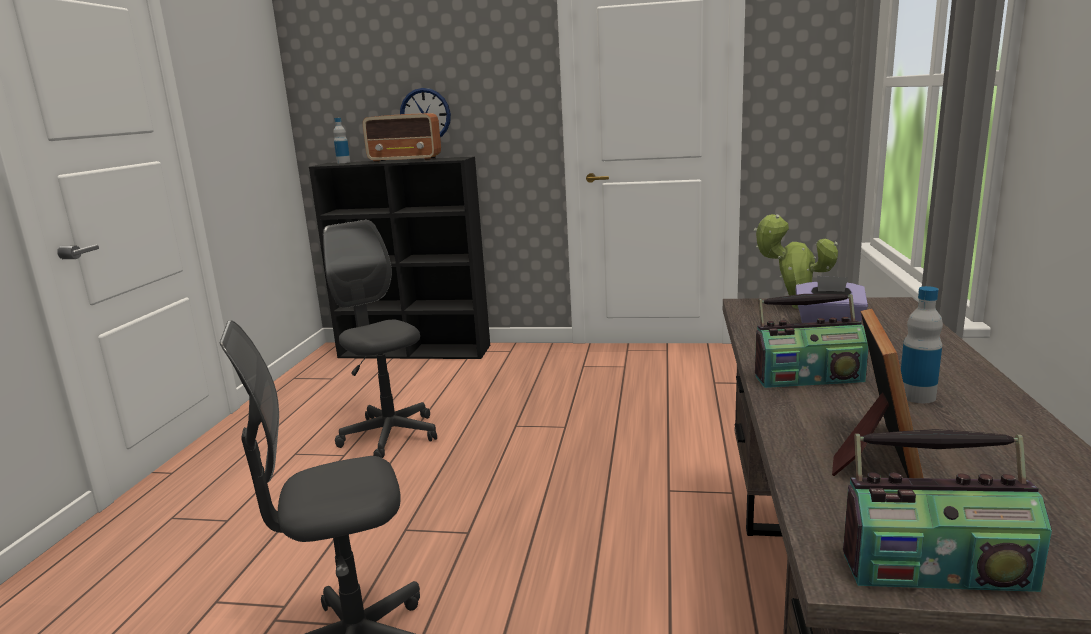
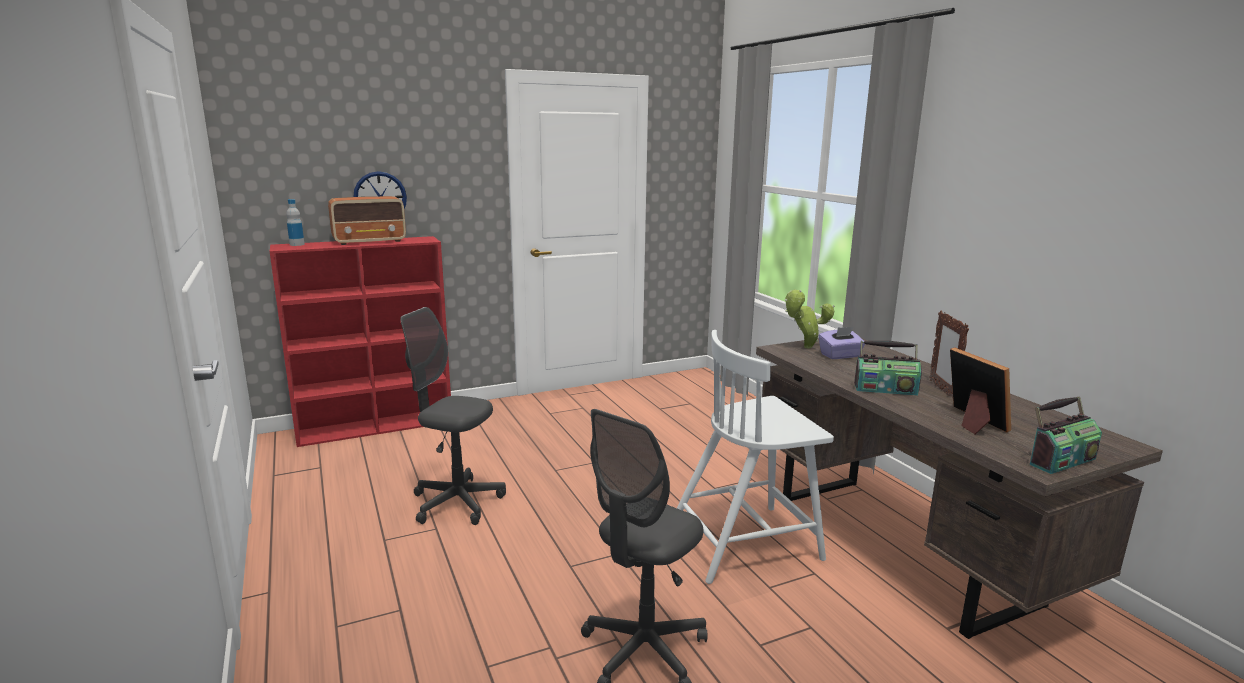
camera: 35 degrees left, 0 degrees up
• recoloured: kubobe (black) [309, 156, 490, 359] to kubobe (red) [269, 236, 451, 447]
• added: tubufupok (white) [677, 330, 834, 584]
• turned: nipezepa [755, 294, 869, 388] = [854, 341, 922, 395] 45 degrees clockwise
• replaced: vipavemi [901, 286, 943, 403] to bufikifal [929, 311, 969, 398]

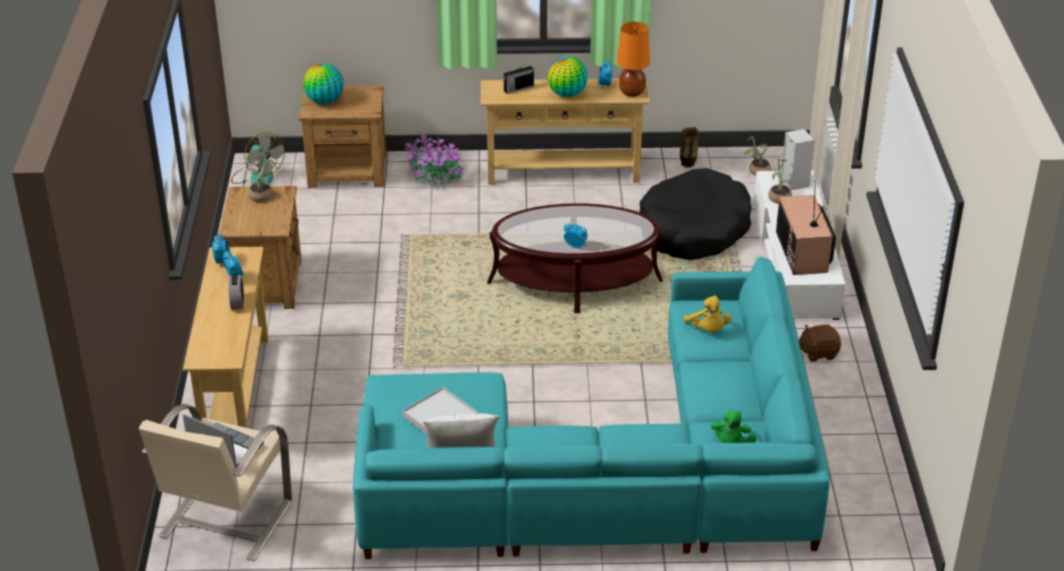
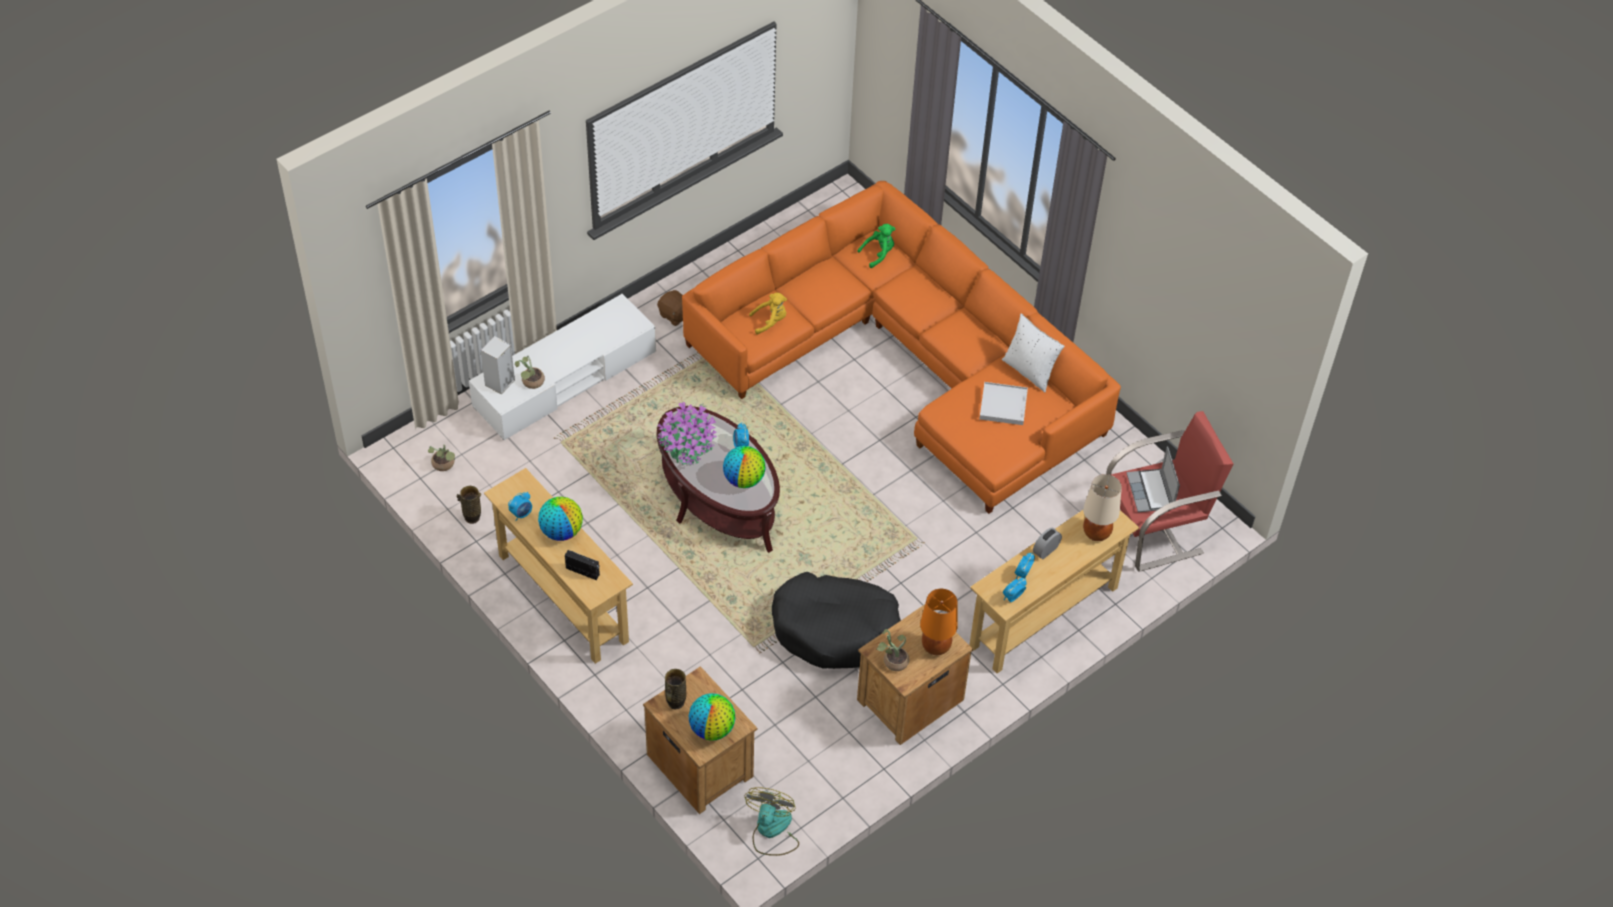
camera: 130 degrees left, 15 degrees up
• moved: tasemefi [403, 135, 465, 186] to [657, 402, 717, 465]
• added: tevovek [665, 669, 686, 709]
• recoloured: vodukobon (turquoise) [353, 257, 830, 559] to vodukobon (orange) [682, 181, 1121, 514]
• added: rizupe [723, 446, 766, 488]
• turned: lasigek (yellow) [684, 296, 731, 333] = [749, 293, 787, 334] 45 degrees clockwise
• moved: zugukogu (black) [640, 168, 751, 260] to [772, 572, 901, 669]
• moved: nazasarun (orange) [617, 22, 650, 97] to [920, 589, 958, 655]
• added: nazasarun (beige) [1083, 474, 1122, 541]
• recoloured: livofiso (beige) [139, 404, 292, 561] to livofiso (red) [1106, 411, 1234, 572]
• removed: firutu [776, 181, 836, 275]

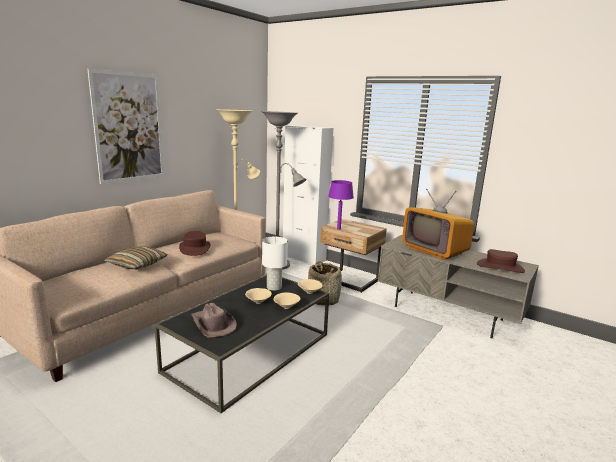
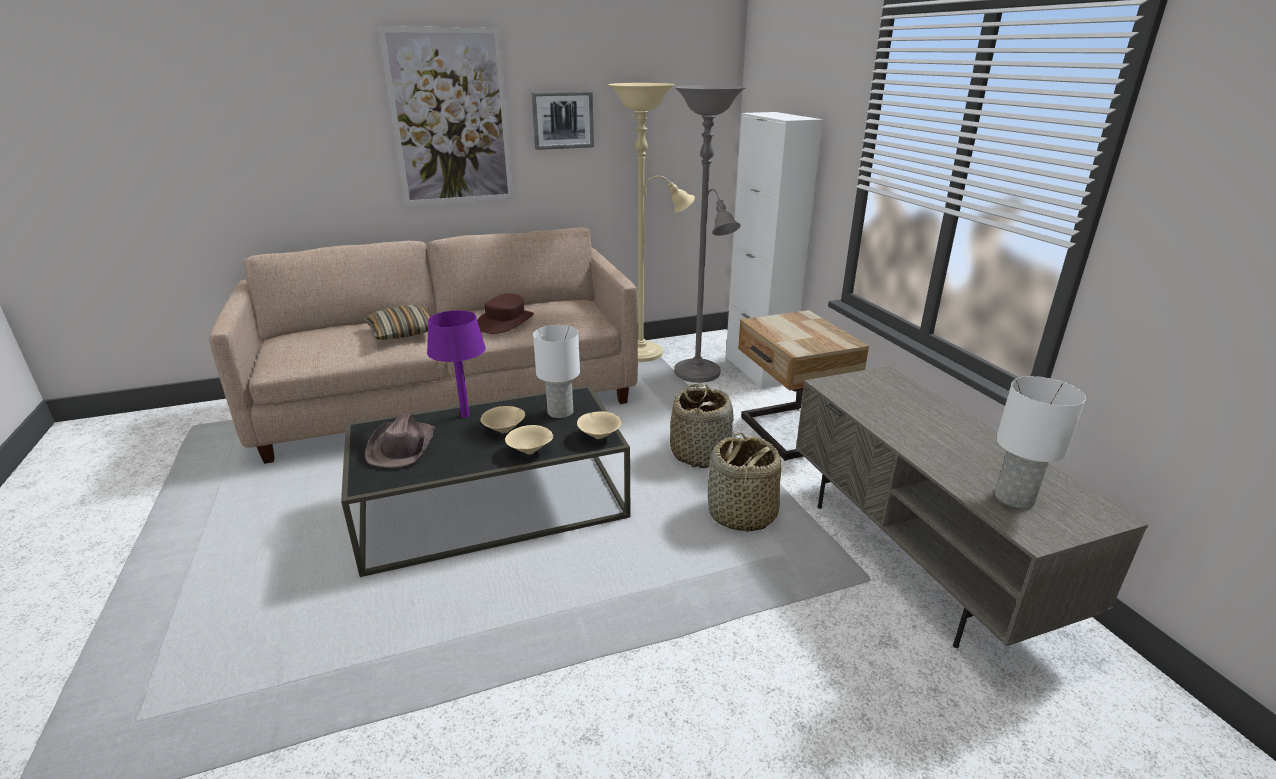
camera: 35 degrees right, 10 degrees up
• moved: nazasarun (purple) [328, 180, 354, 230] to [427, 310, 486, 418]
• added: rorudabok [531, 91, 594, 150]
• added: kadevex [708, 432, 781, 532]
• replaced: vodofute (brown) [477, 249, 525, 273] to nazasarun (white) [995, 376, 1086, 509]
• removed: firutu [402, 189, 474, 260]

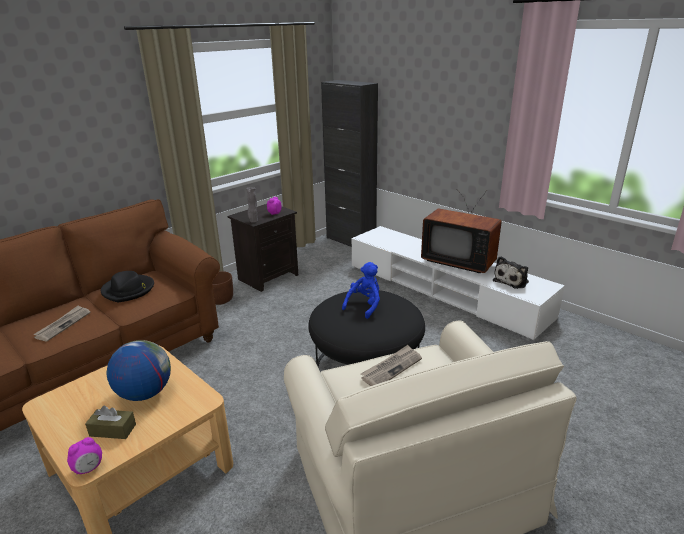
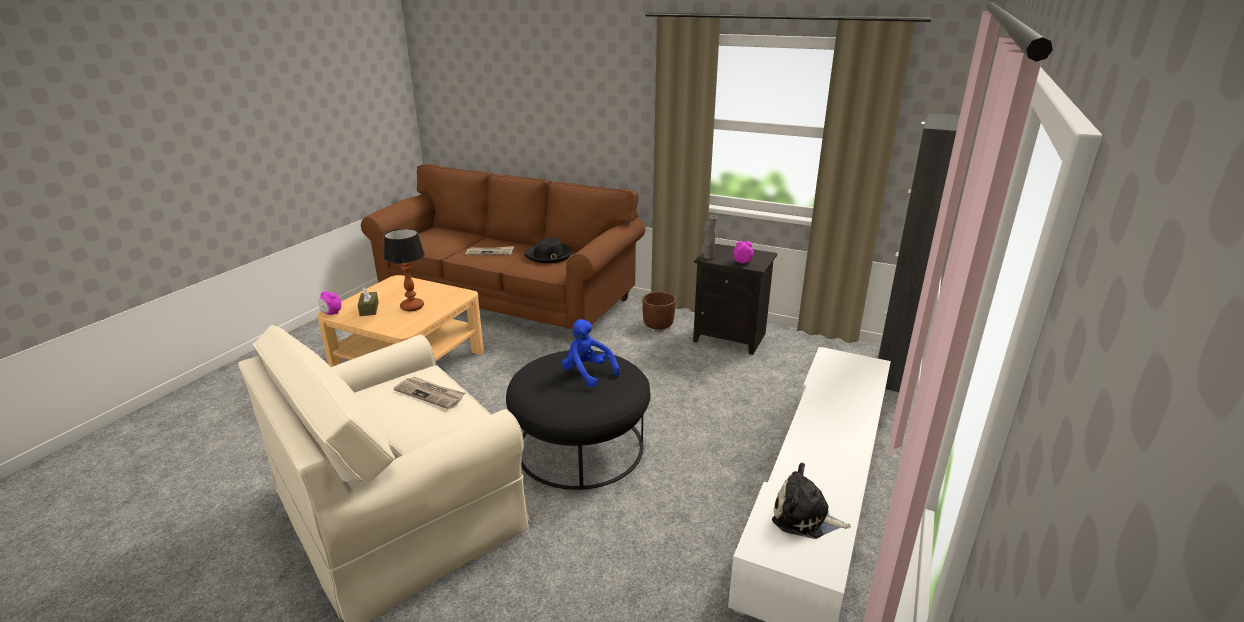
camera: 70 degrees right, 0 degrees up
• replaced: rizupe [107, 340, 171, 401] to nazasarun [384, 229, 425, 311]
• turned: lasigek (blue) [342, 262, 380, 319] = [562, 319, 620, 388] 150 degrees counterclockwise
• removed: firutu [421, 190, 502, 273]

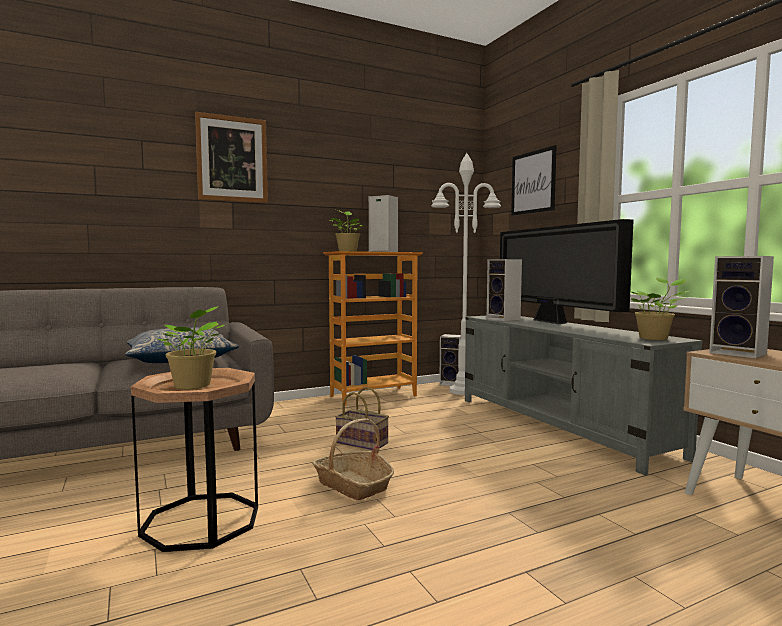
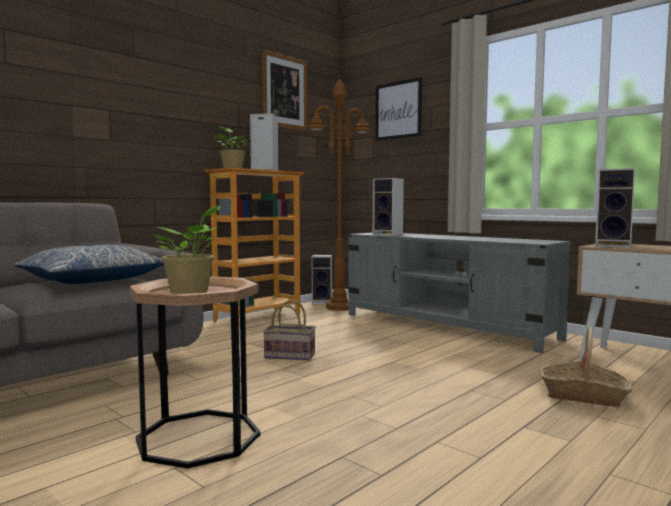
camera: 20 degrees left, 0 degrees up
• moved: rorudabok [195, 112, 268, 203] to [262, 50, 308, 131]
• recoloured: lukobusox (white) [431, 153, 501, 395] to lukobusox (brown) [307, 78, 371, 311]
• moved: kadevex [312, 419, 394, 500] to [540, 327, 632, 407]
• removed: firutu [500, 219, 634, 324]
• removed: tasemefi [631, 278, 689, 340]

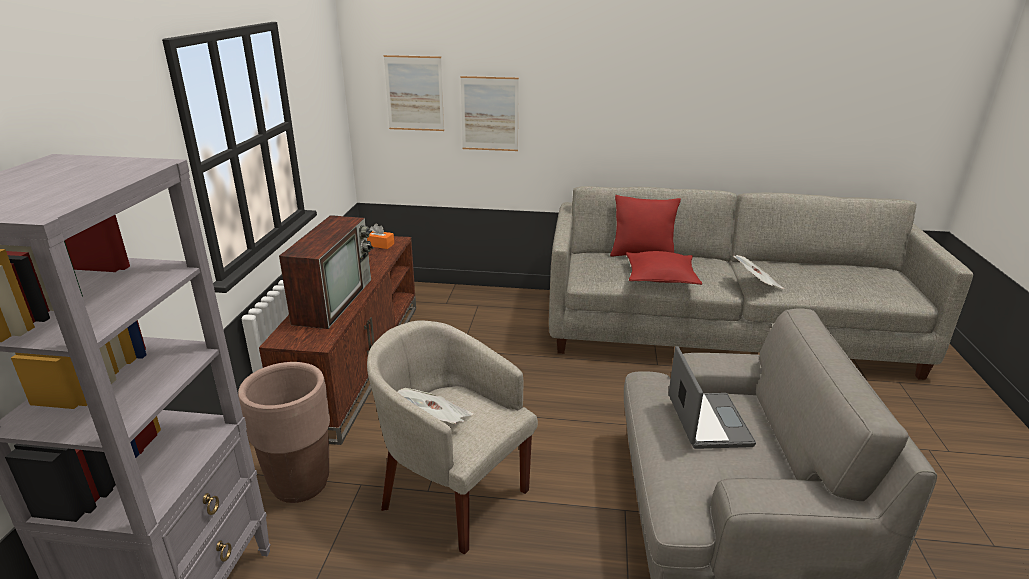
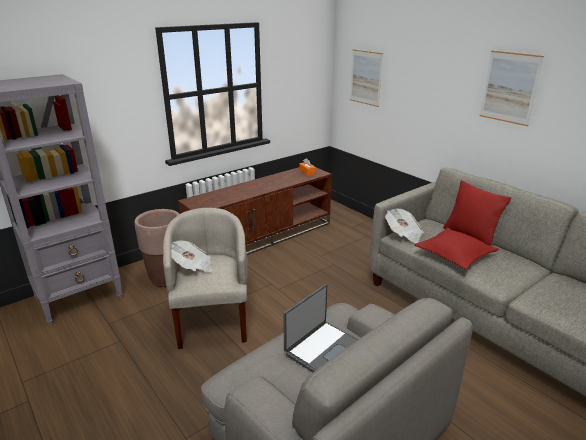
camera: 45 degrees right, 0 degrees up
• moved: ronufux [734, 255, 784, 289] to [385, 209, 423, 243]
• moved: rorudabok [460, 76, 519, 151] to [479, 50, 544, 126]
• removed: firutu [279, 215, 374, 329]

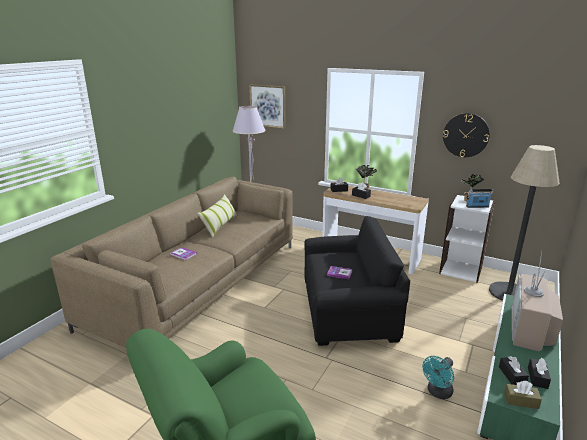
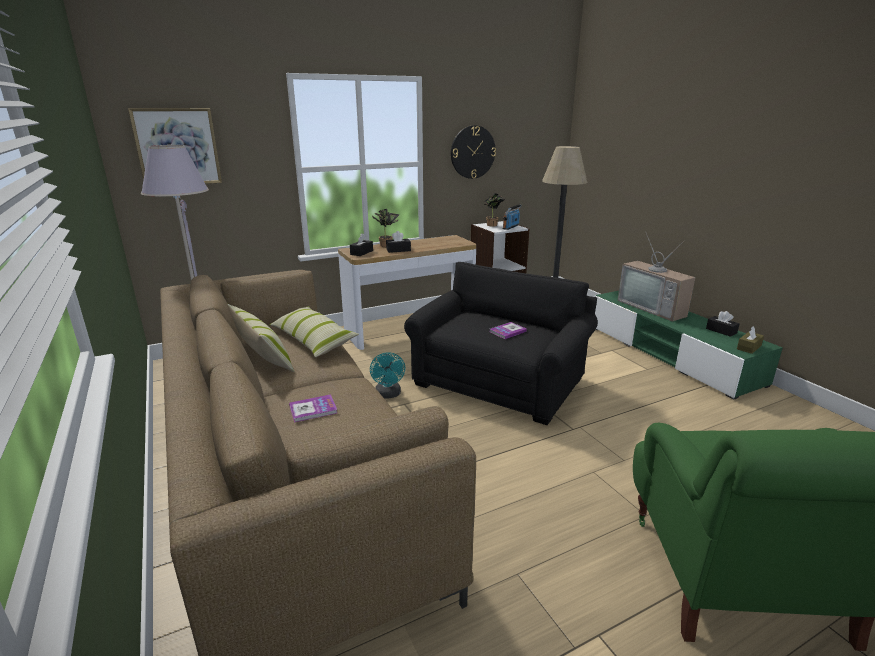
camera: 55 degrees left, 0 degrees up
• added: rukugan [270, 306, 359, 357]
• moved: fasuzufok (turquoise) [423, 356, 454, 399] to [370, 352, 405, 399]
• removed: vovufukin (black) [499, 356, 529, 385]

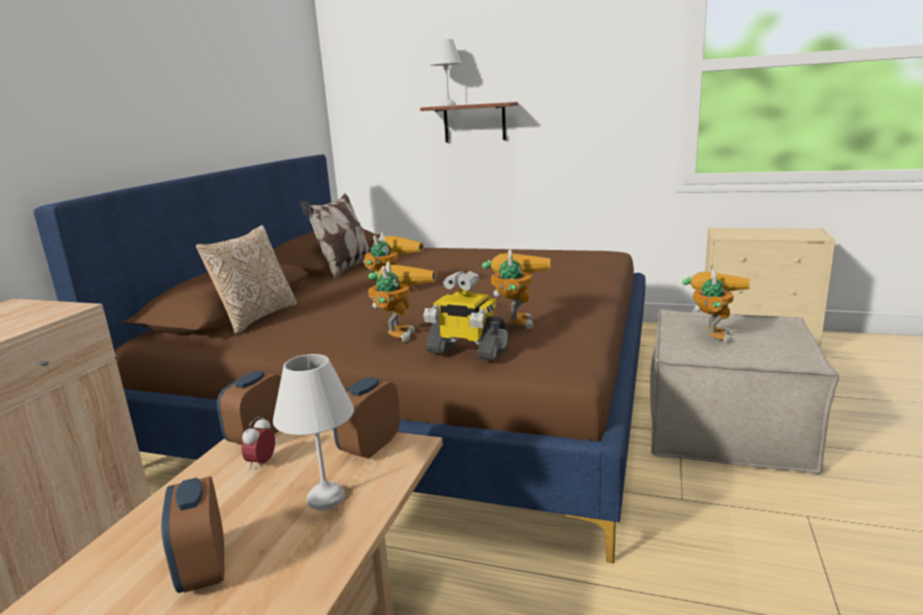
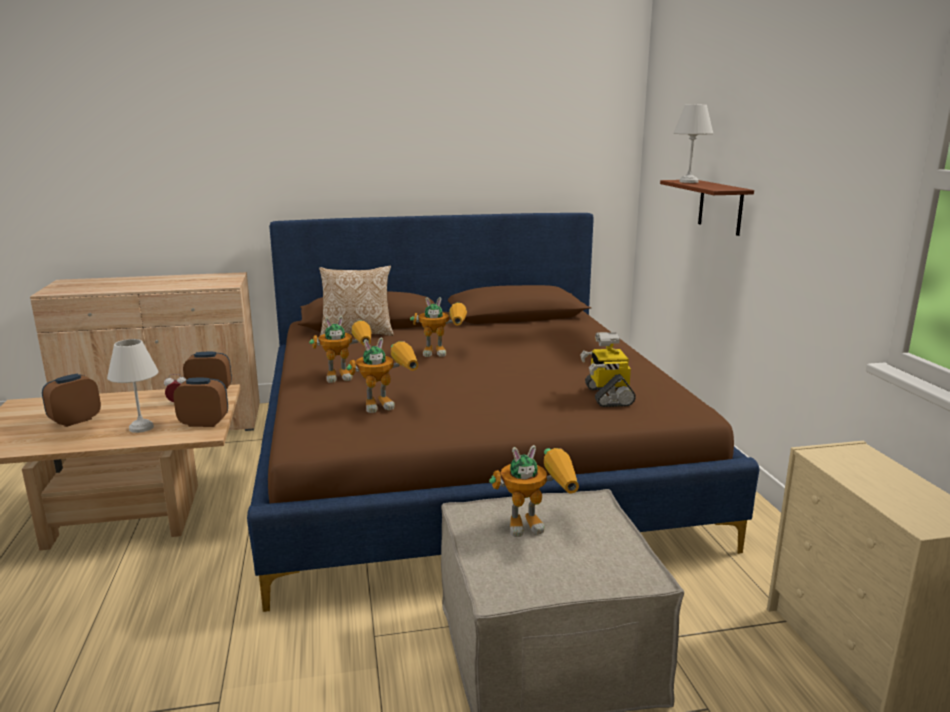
camera: 60 degrees right, 0 degrees up
• moved: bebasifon [424, 271, 509, 361] to [580, 332, 636, 407]
• removed: rukugan [300, 193, 371, 280]

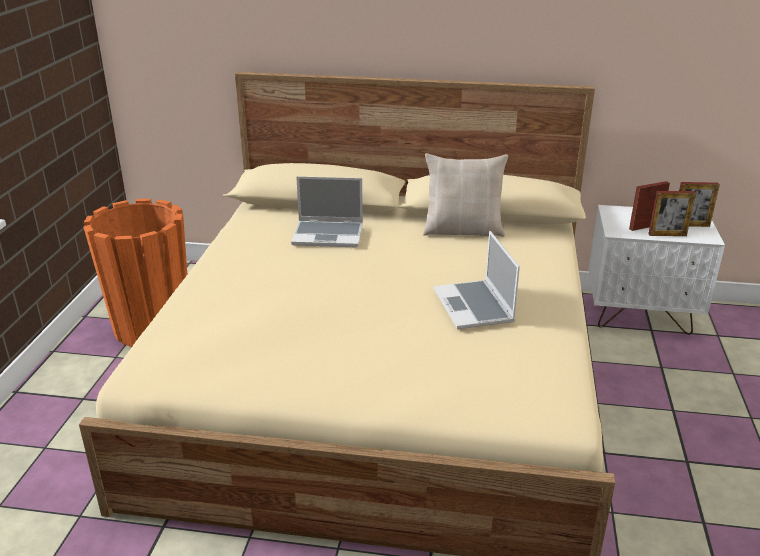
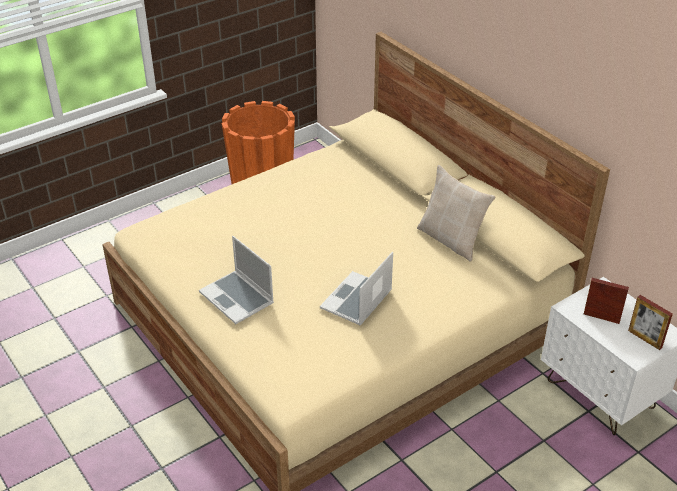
camera: 45 degrees right, 10 degrees up
• moved: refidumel [291, 176, 363, 247] to [199, 236, 274, 324]
• removed: bufikifal [648, 191, 696, 236]

